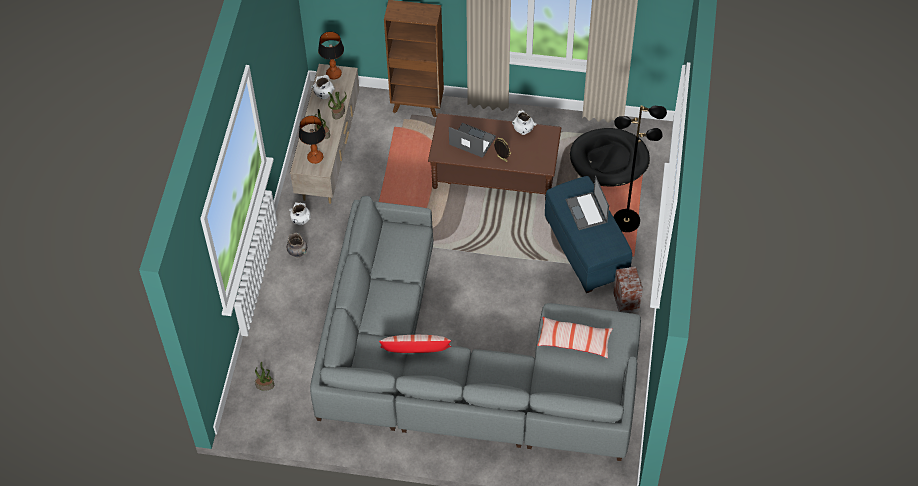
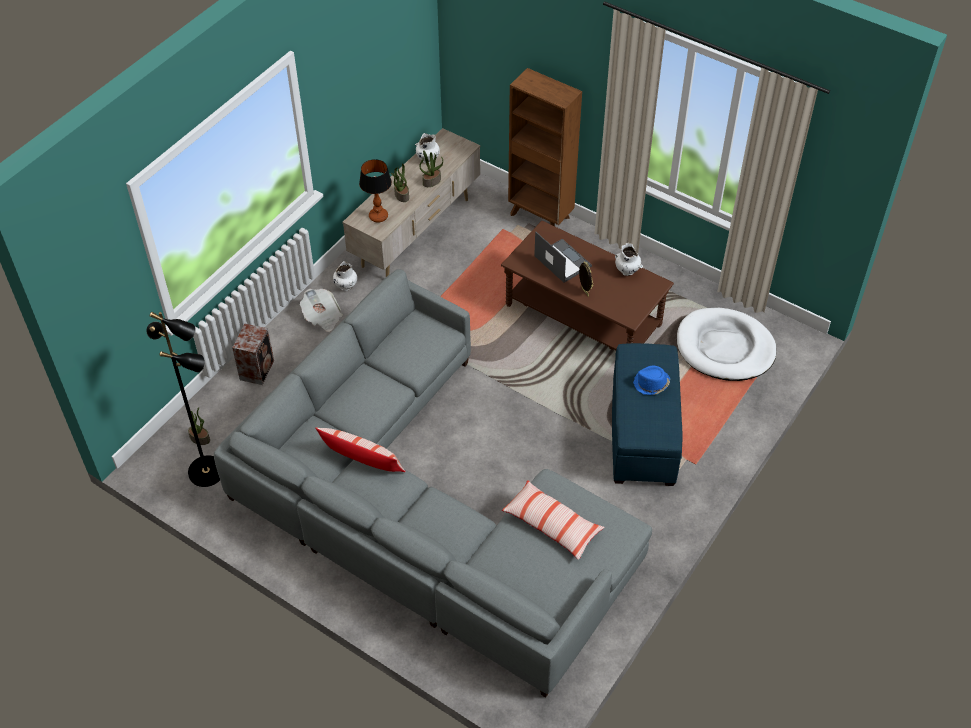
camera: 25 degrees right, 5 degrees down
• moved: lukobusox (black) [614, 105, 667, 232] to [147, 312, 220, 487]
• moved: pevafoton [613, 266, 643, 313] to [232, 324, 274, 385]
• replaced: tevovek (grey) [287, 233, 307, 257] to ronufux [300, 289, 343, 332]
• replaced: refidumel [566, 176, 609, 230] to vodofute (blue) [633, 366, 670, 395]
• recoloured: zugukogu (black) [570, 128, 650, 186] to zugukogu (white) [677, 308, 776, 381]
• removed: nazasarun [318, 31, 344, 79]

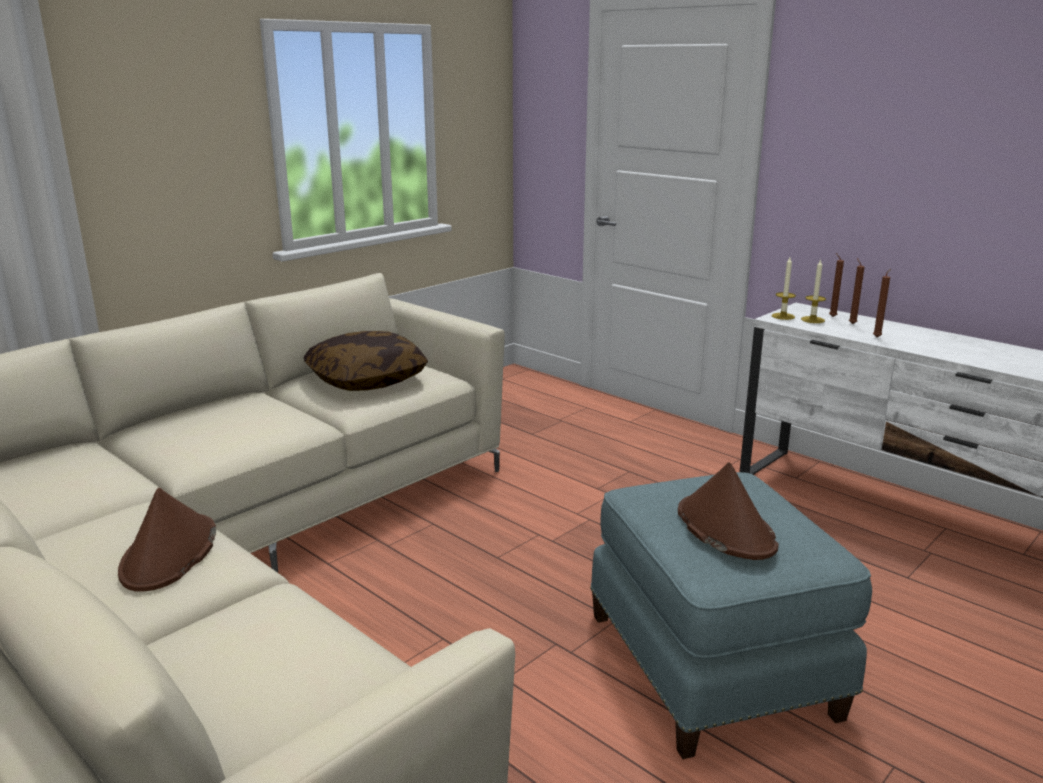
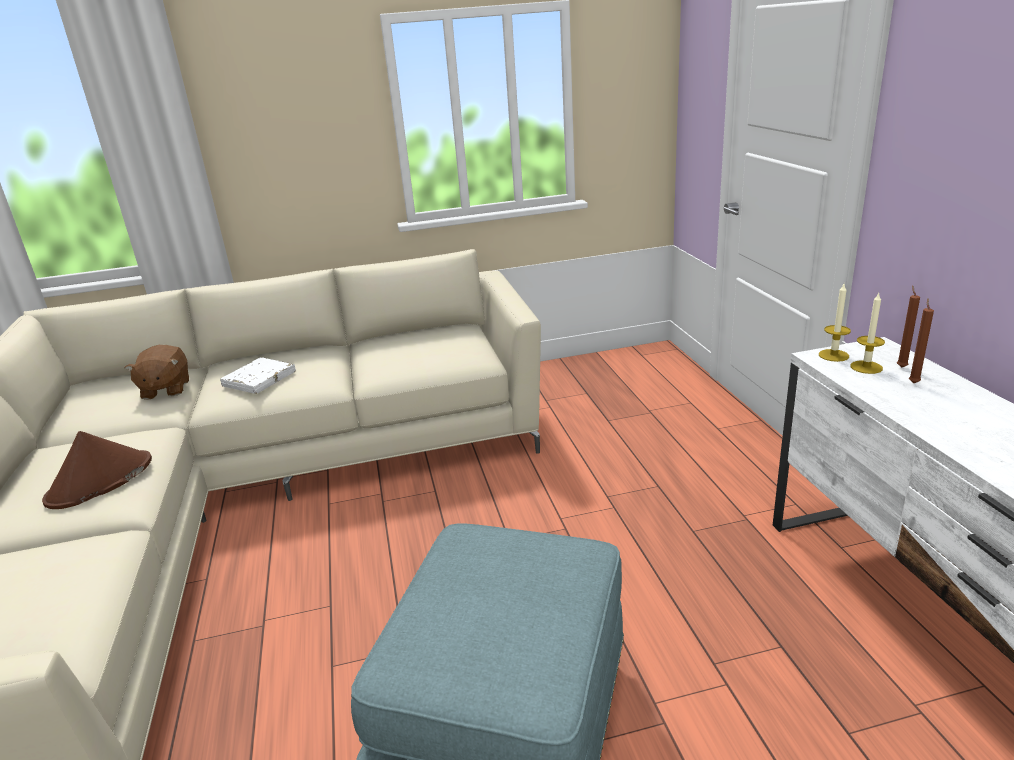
camera: 35 degrees right, 5 degrees up
• added: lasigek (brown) [125, 345, 189, 400]
• added: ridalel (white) [220, 357, 296, 394]
• removed: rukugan [304, 331, 428, 391]
• removed: vodofute (brown) [678, 462, 779, 560]
• removed: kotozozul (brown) [873, 269, 891, 337]

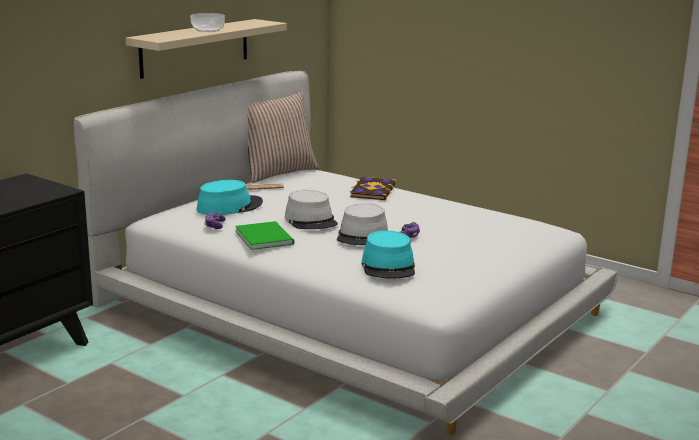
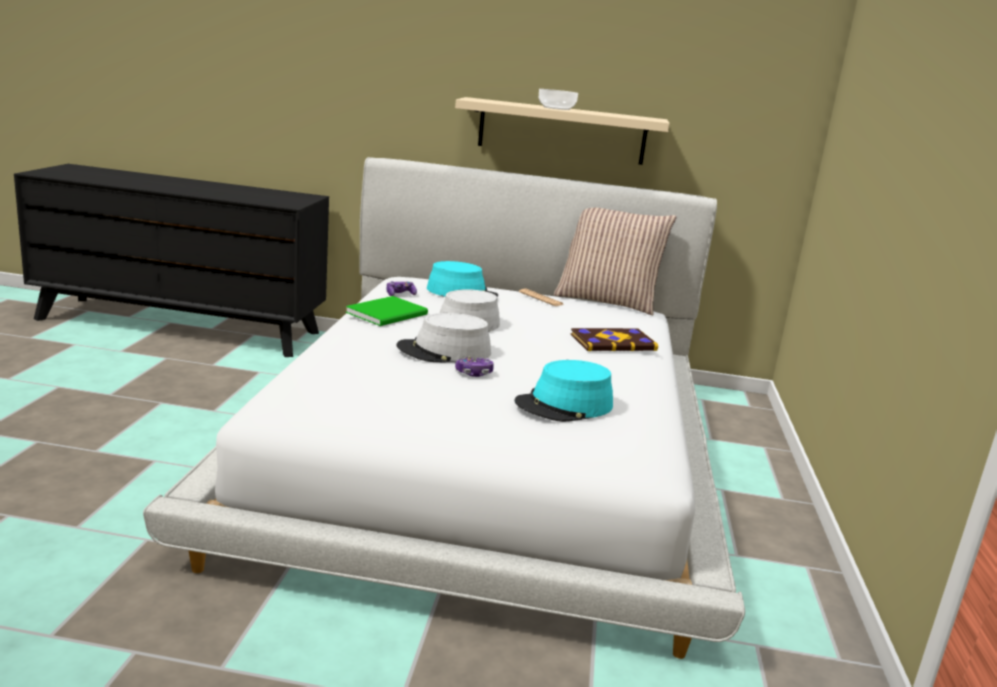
camera: 60 degrees right, 0 degrees up
• moved: vodofute (turquoise) [361, 231, 415, 279] to [515, 360, 613, 422]

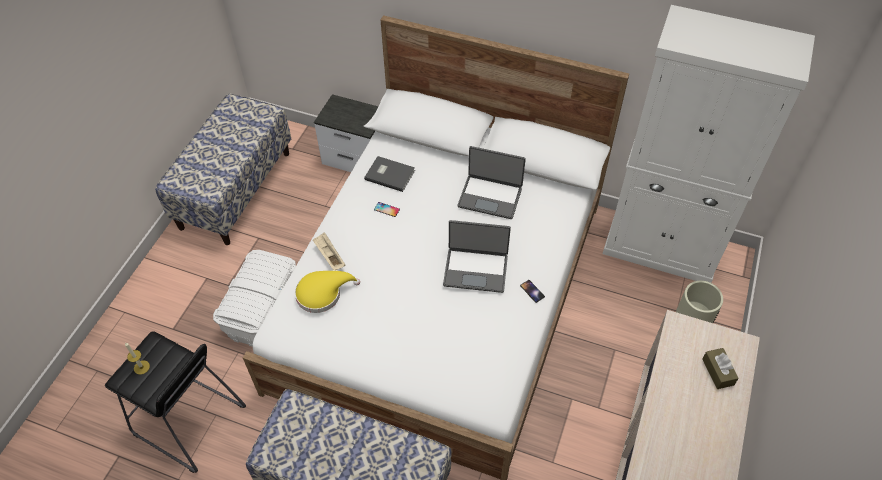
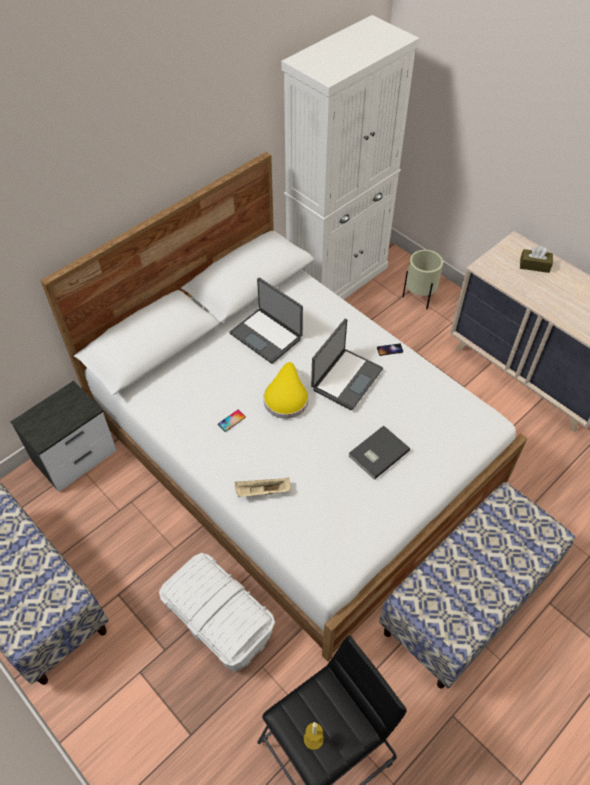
camera: 65 degrees left, 0 degrees up
• turned: refidumel [457, 146, 526, 219] = [229, 278, 303, 363] 90 degrees clockwise
• moved: vodofute (yellow) [295, 271, 360, 313] to [263, 362, 308, 419]
• moved: ridalel (grey) [364, 156, 415, 192] to [349, 426, 410, 480]

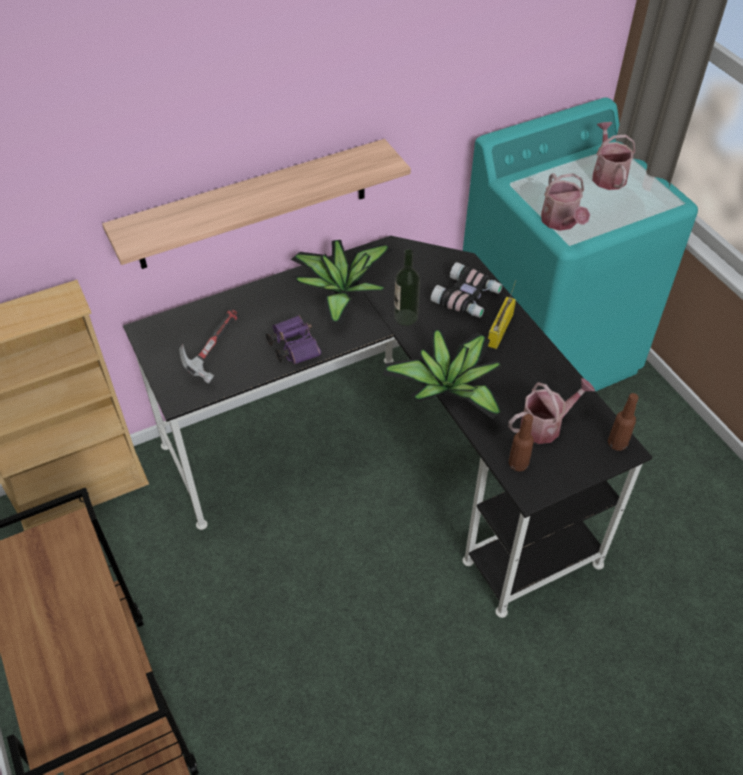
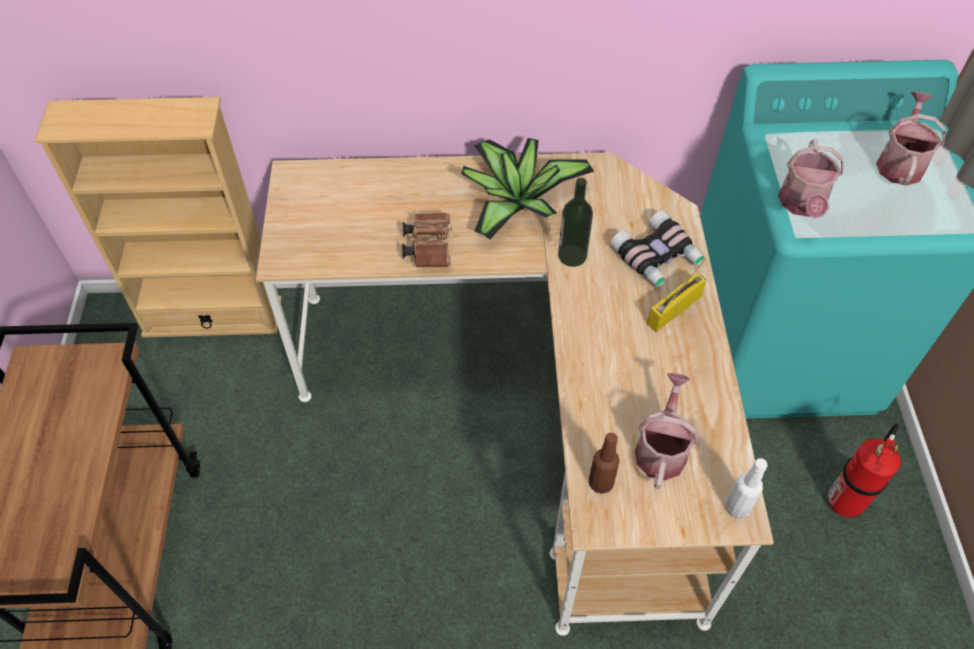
camera: 25 degrees right, 5 degrees up
• recoloured: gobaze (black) [123, 236, 653, 618] to gobaze (beige) [256, 152, 774, 636]
• recoloured: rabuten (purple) [266, 315, 321, 365] to rabuten (brown) [402, 213, 452, 267]
• turned: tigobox [508, 378, 595, 444] = [635, 373, 698, 489] 75 degrees counterclockwise
• recoloured: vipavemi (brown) [608, 393, 638, 451] to vipavemi (white) [725, 458, 767, 518]
• added: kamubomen [828, 423, 901, 518]
• removed: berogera [102, 139, 411, 269]
• removed: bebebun [179, 308, 239, 384]
• removed: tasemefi [383, 329, 504, 419]

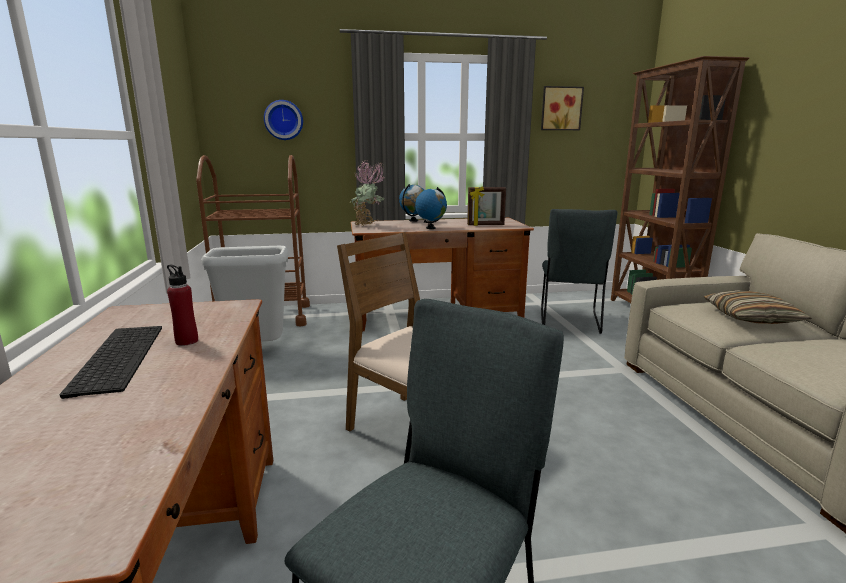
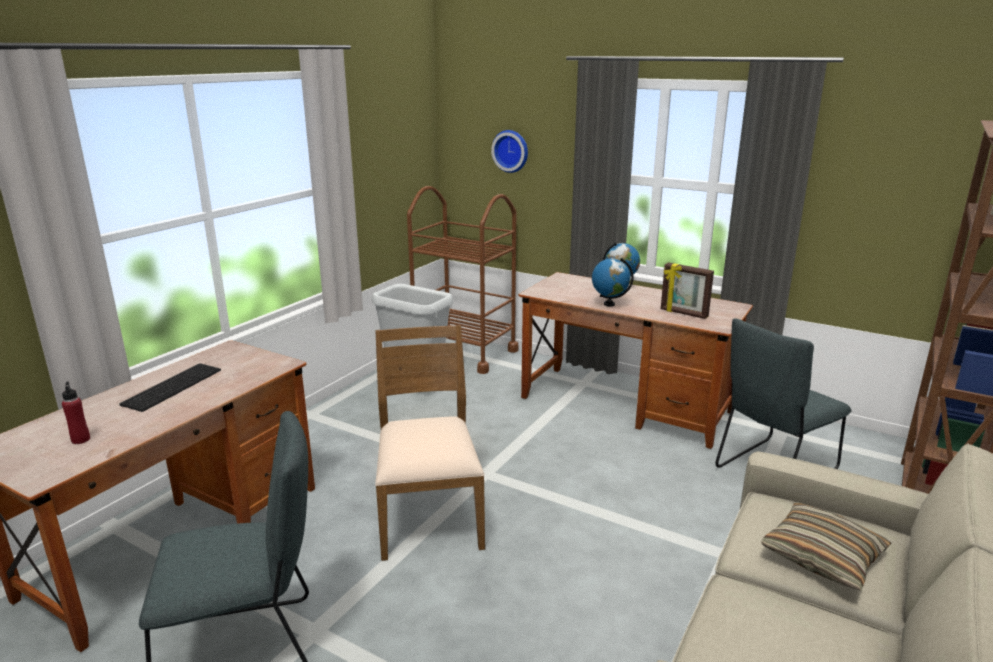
camera: 40 degrees right, 5 degrees up
• moved: vipavemi (red) [167, 264, 198, 346] to [62, 381, 90, 444]
• removed: tasemefi [350, 160, 385, 226]
• removed: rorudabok [541, 86, 584, 130]

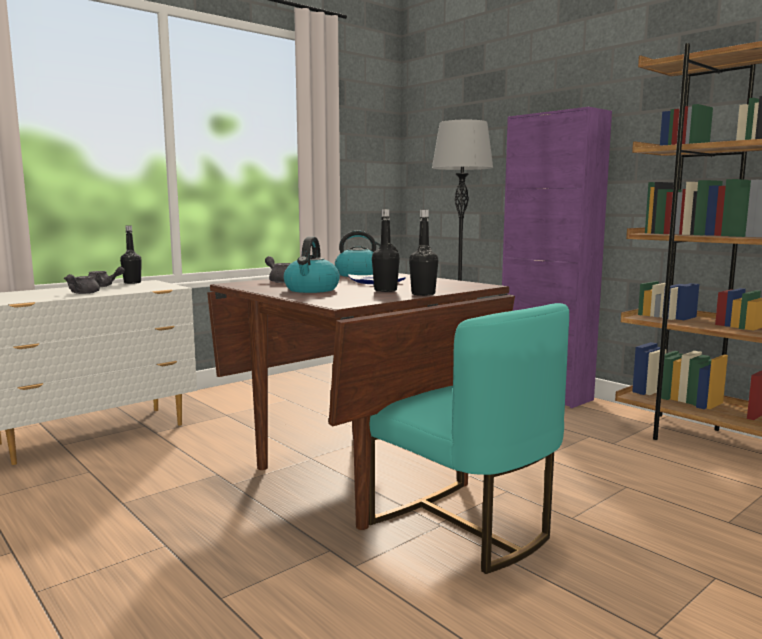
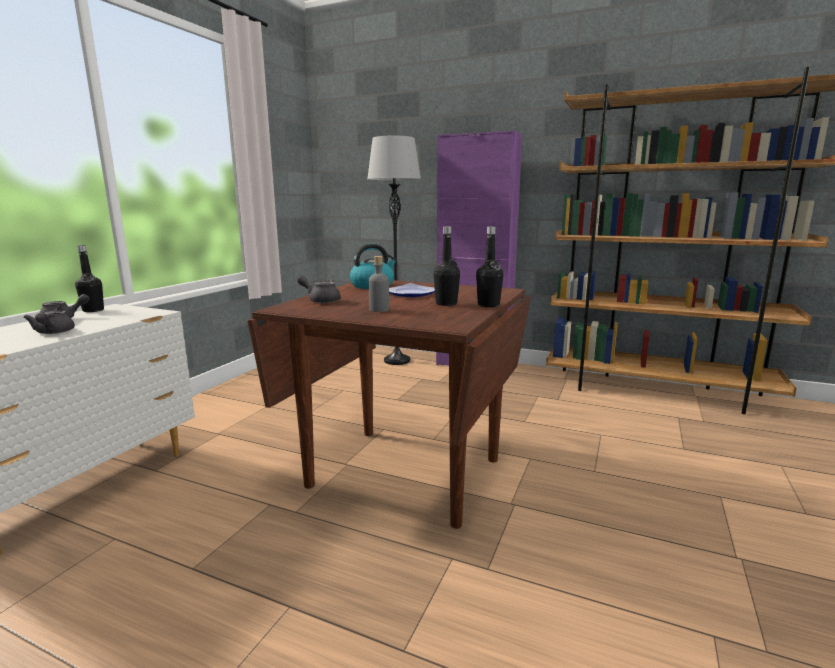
camera: 25 degrees left, 5 degrees up
• replaced: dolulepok [283, 236, 340, 293] to vipavemi (grey) [369, 256, 389, 312]
• removed: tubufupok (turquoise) [369, 303, 569, 574]

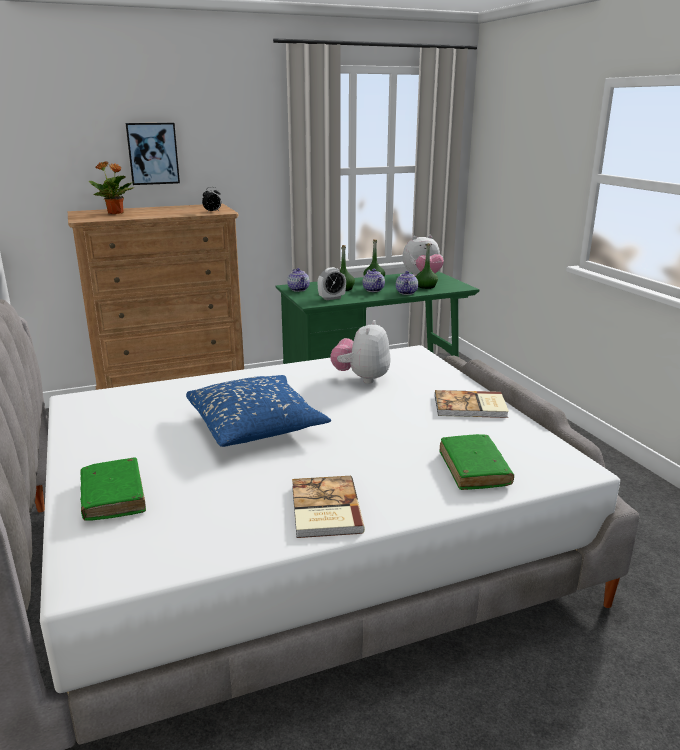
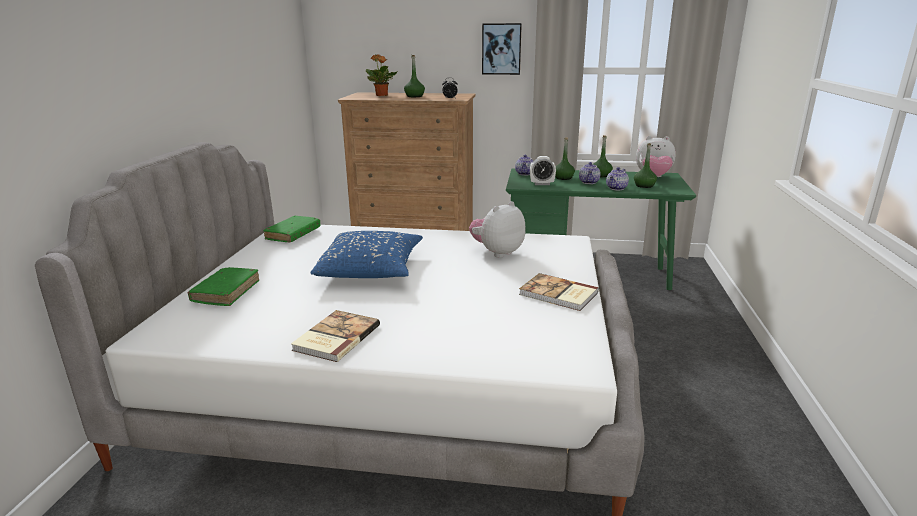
camera: 30 degrees right, 0 degrees up
• moved: ridalel (green) [439, 434, 514, 490] to [263, 216, 320, 242]
• added: vipavemi (green) [404, 55, 425, 97]
• moved: rorudabok [125, 123, 180, 185] to [482, 23, 522, 75]

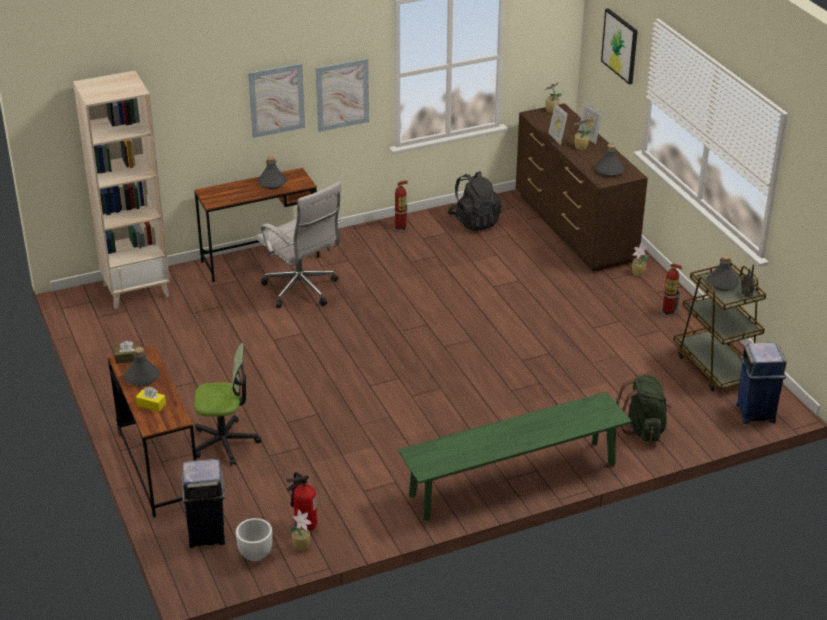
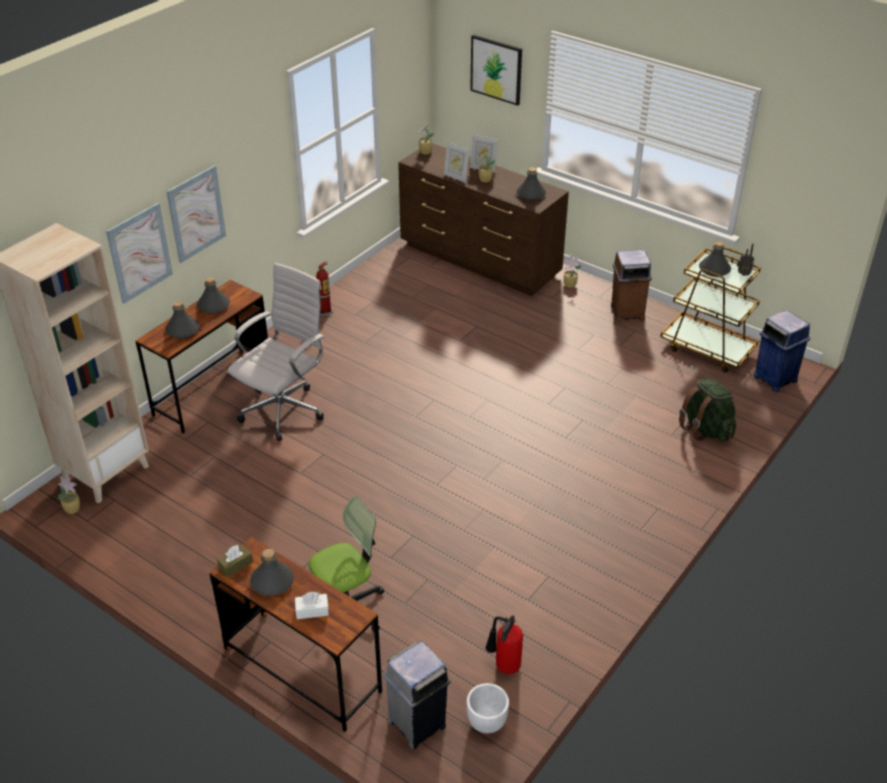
camera: 30 degrees left, 5 degrees up
• moved: tasemefi [289, 509, 312, 551] to [58, 476, 80, 514]
• moved: rorudabok [316, 58, 369, 132] to [106, 203, 173, 304]
• added: vipavemi (grey) [165, 301, 199, 339]
• turned: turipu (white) [256, 181, 343, 308] = [227, 263, 325, 441] 75 degrees counterclockwise
• recoloured: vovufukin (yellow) [136, 387, 166, 412] to vovufukin (white) [295, 592, 329, 619]
• replaced: kamubomen [660, 263, 682, 318] to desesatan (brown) [611, 250, 652, 322]
• removed: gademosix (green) [398, 392, 632, 521]
• removed: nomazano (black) [448, 171, 502, 231]

